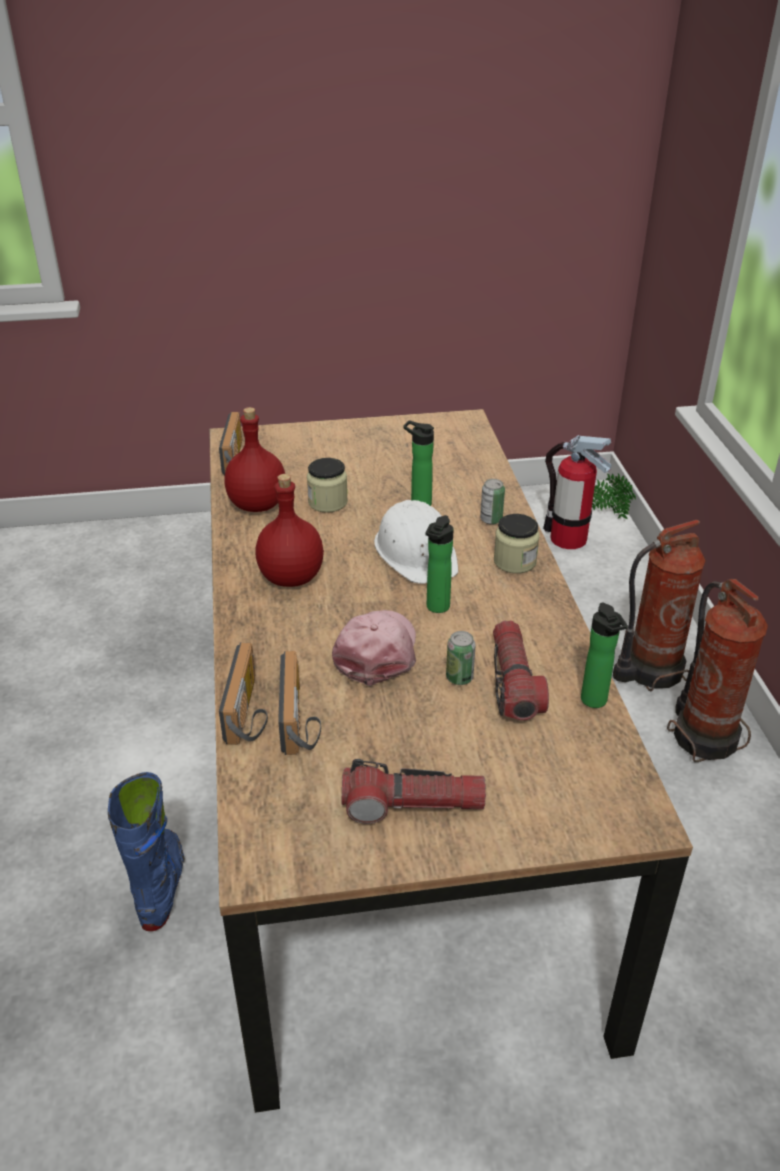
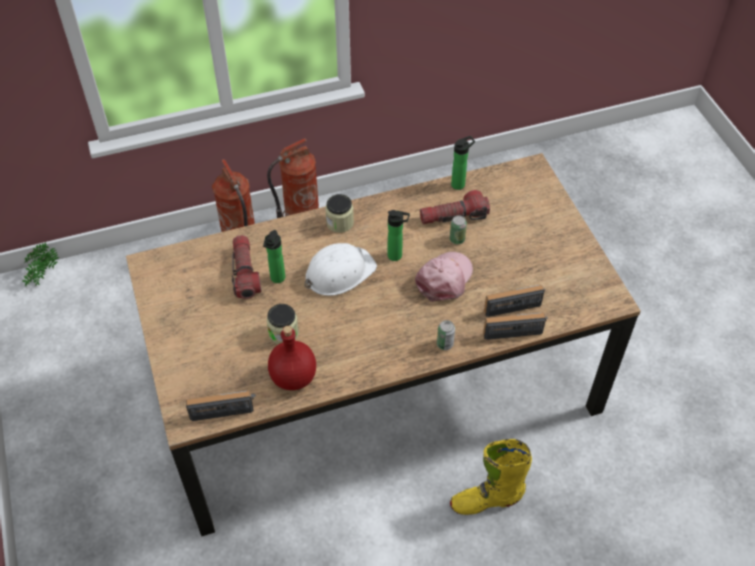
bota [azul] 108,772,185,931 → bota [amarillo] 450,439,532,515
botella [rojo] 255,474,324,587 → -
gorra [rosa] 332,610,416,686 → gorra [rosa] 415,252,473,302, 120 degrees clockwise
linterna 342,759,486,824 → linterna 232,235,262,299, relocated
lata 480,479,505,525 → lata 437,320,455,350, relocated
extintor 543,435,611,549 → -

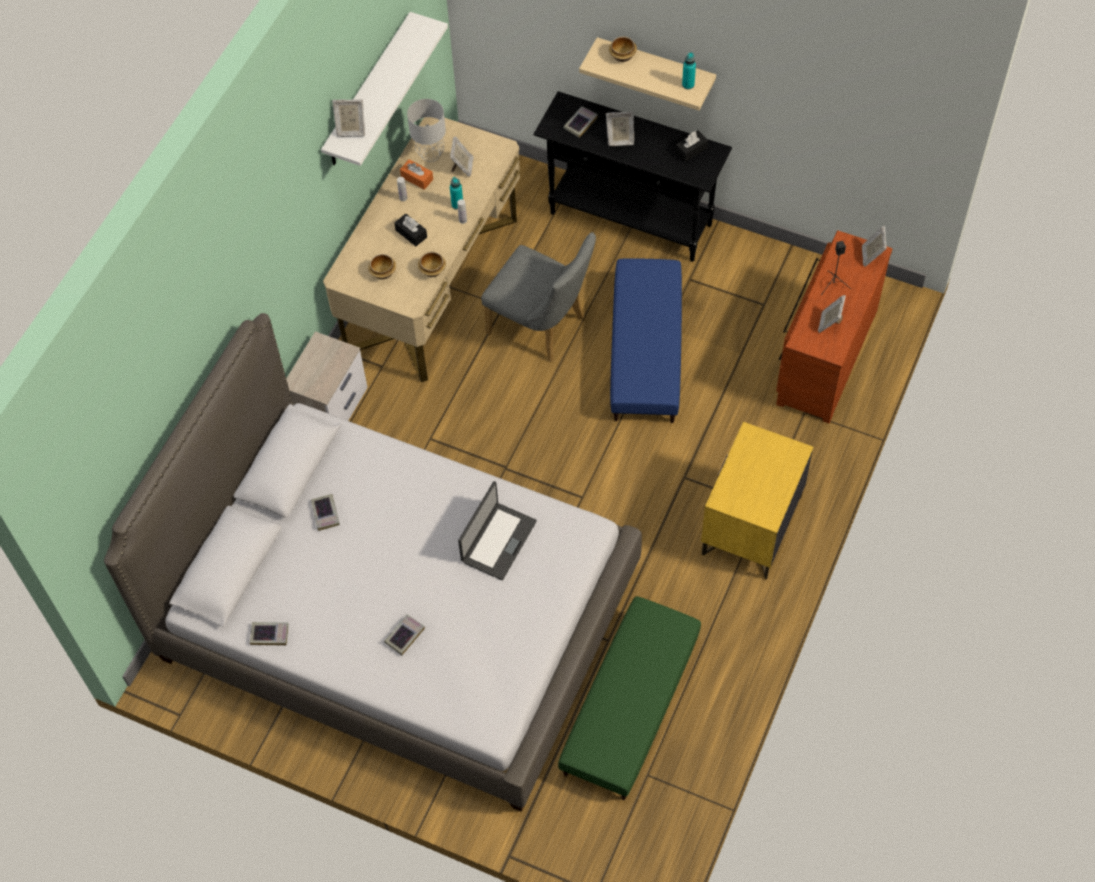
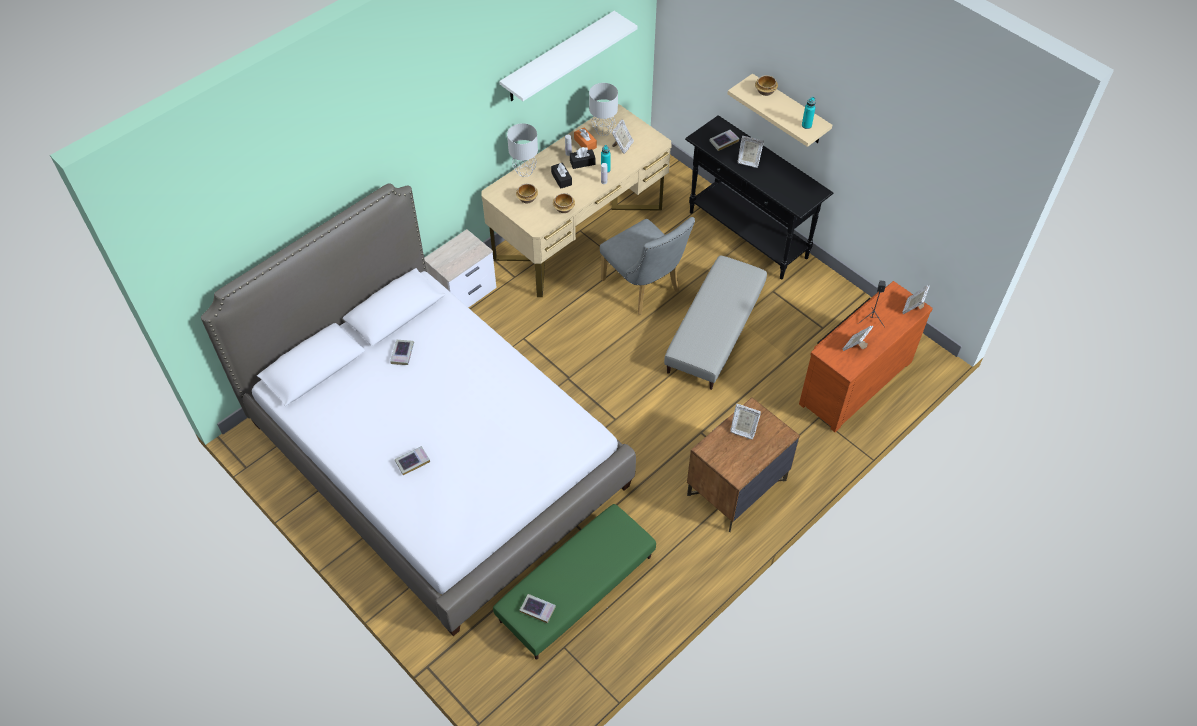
libro 250,622,289,645 → libro 519,594,556,624, relocated
portarretratos 332,99,365,137 → portarretratos 730,404,761,440, relocated
portátil 458,481,537,580 → -
puf [azul] 610,258,682,423 → puf [gris] 664,255,767,390
caja de pañuelos [negro] 675,131,708,162 → caja de pañuelos [negro] 570,147,595,169, relocated
mesita de noche [amarillo] 701,422,813,580 → mesita de noche [marrón] 687,397,800,532
- → lámpara de mesa [gris] 507,123,538,177

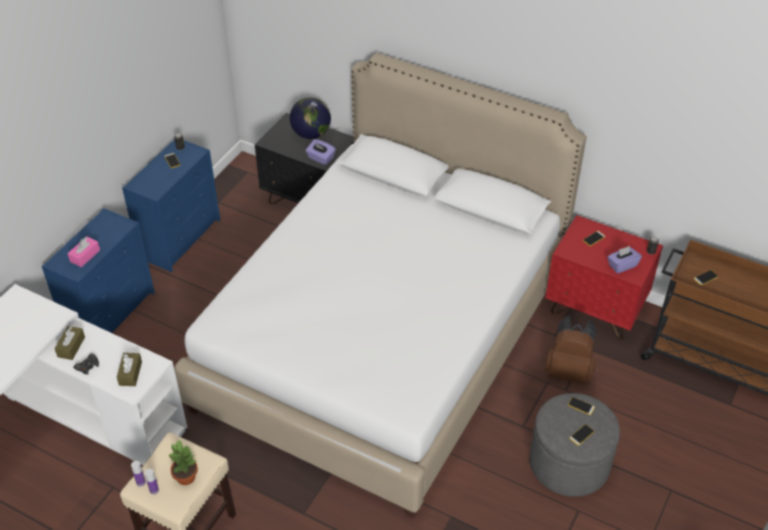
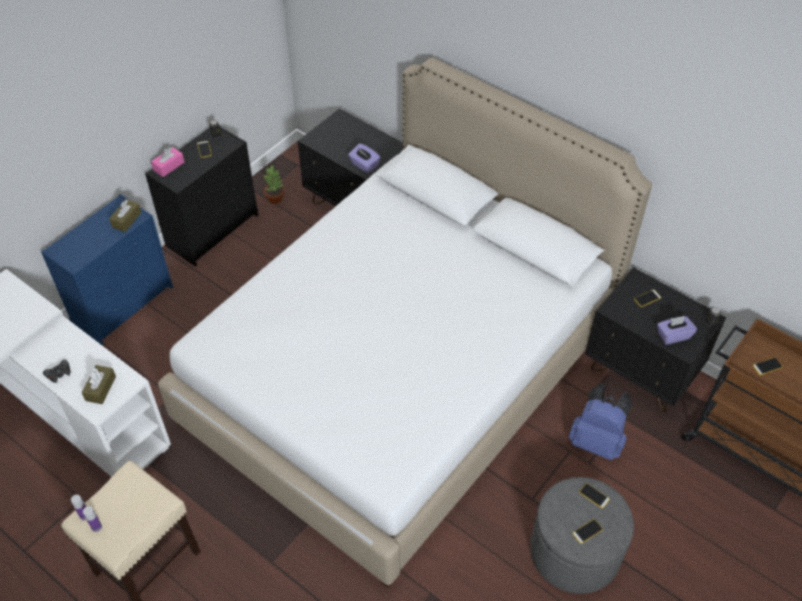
caja de pañuelos [marrón] 55,326,85,360 → caja de pañuelos [marrón] 109,199,141,232, relocated
caja de pañuelos [rosa] 68,236,100,267 → caja de pañuelos [rosa] 151,147,184,177, relocated
cómoda [azul] 122,139,221,272 → cómoda [negro] 145,126,258,267
planta en maceta 167,440,198,485 → planta en maceta 264,165,284,204, relocated
globo terráqueo 290,97,331,139 → -
mesita de noche [rojo] 545,215,663,339 → mesita de noche [negro] 585,267,726,412
mochila [marrón] 545,316,597,384 → mochila [azul] 569,383,632,460

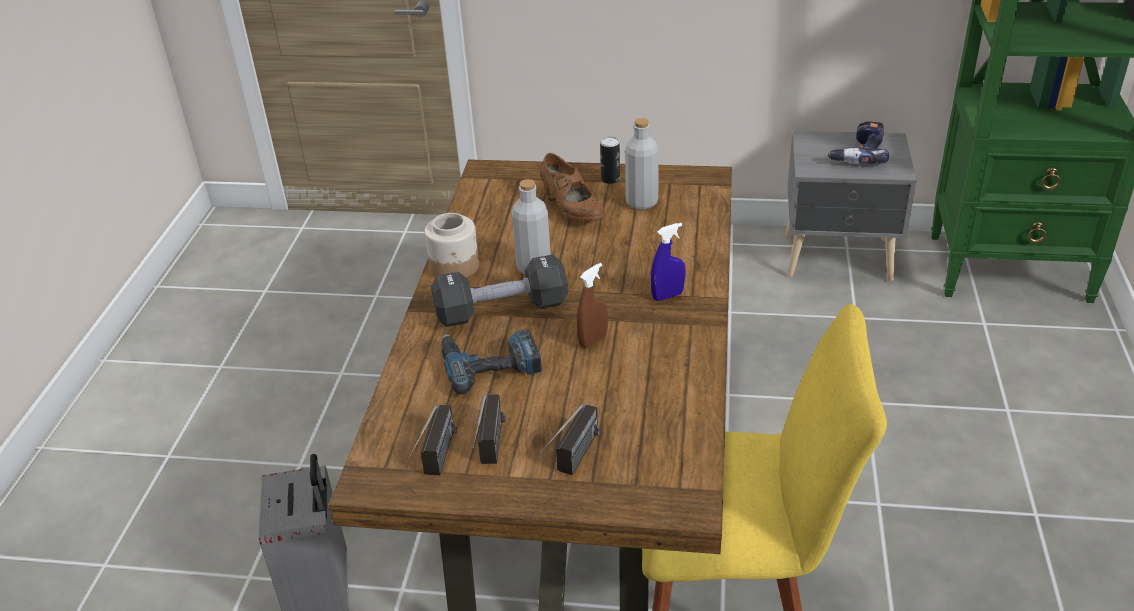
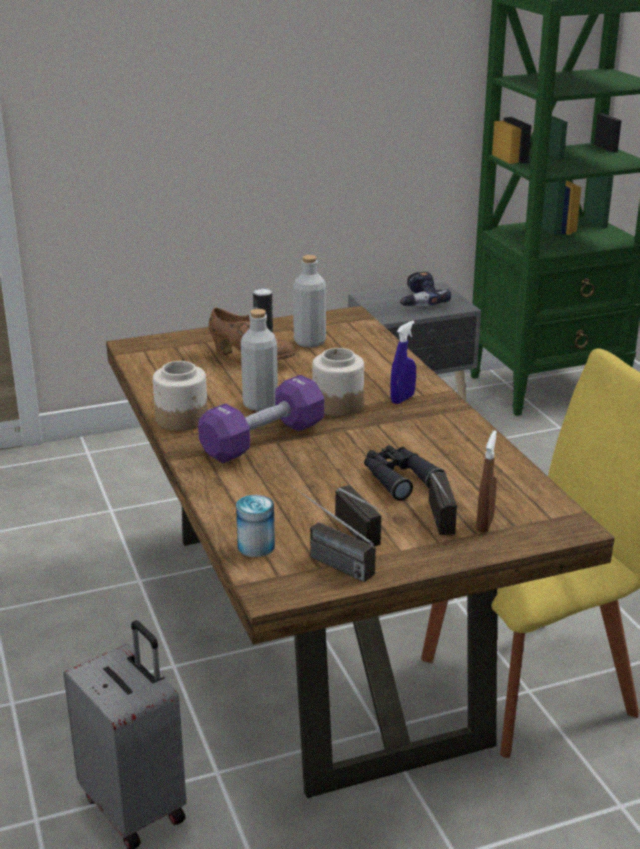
radio 408,405,457,475 → radio 291,485,376,582, 150 degrees clockwise
mancuerna [negro] 431,255,568,327 → mancuerna [morado] 198,375,324,463
taladro 441,329,542,394 → -
pulverizador [marrón] 576,263,608,348 → pulverizador [marrón] 476,430,497,533, relocated
- → lata 236,495,275,557
- → tarro 312,348,364,416
- → prismáticos [negro] 364,445,445,501

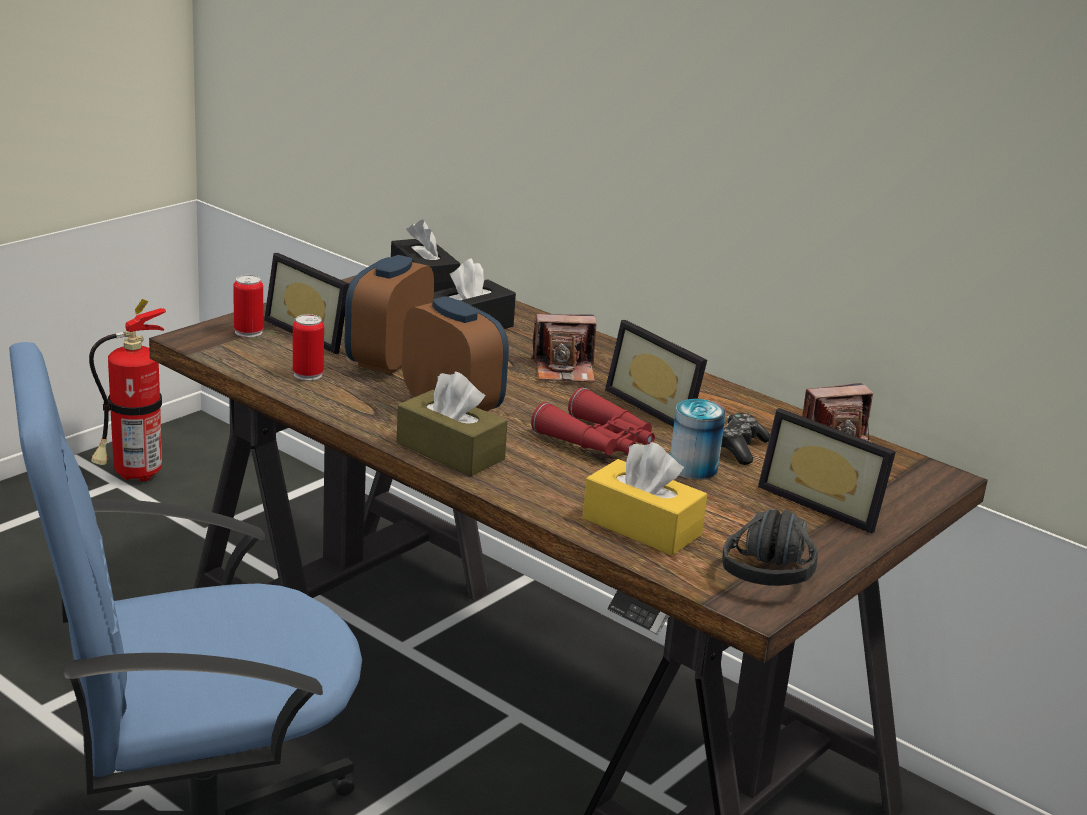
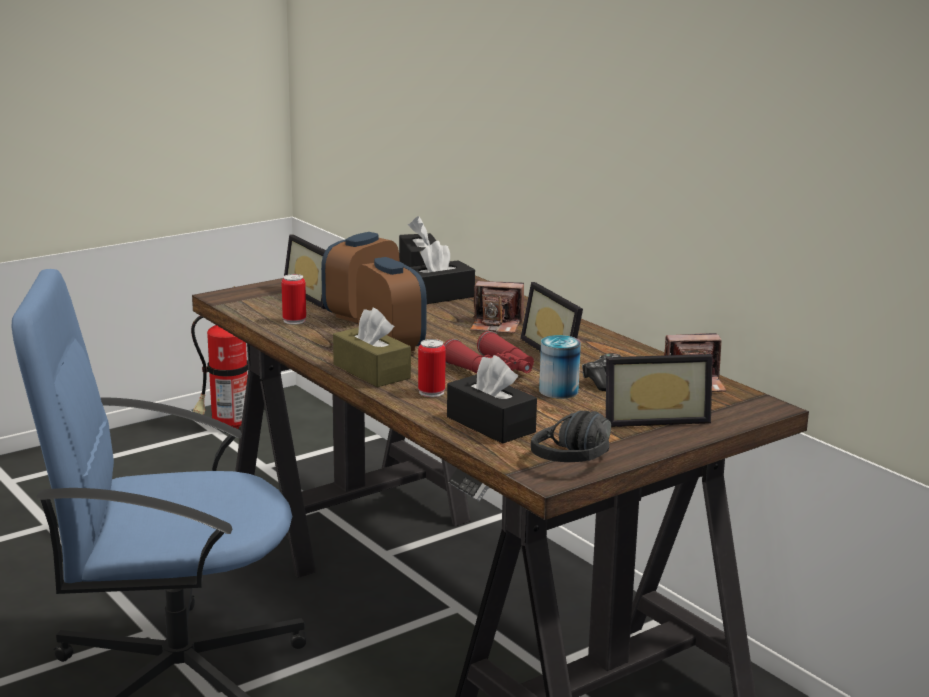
lata 233,275,263,338 → lata 418,339,446,397, relocated
caja de pañuelos [amarillo] 583,442,707,555 → caja de pañuelos [negro] 447,355,537,444
portarretratos 758,408,896,534 → portarretratos 606,354,713,427, 60 degrees counterclockwise

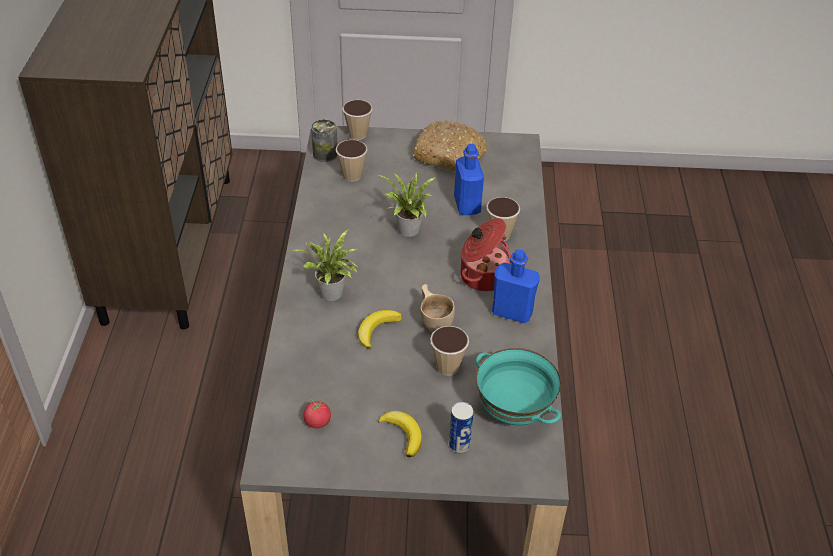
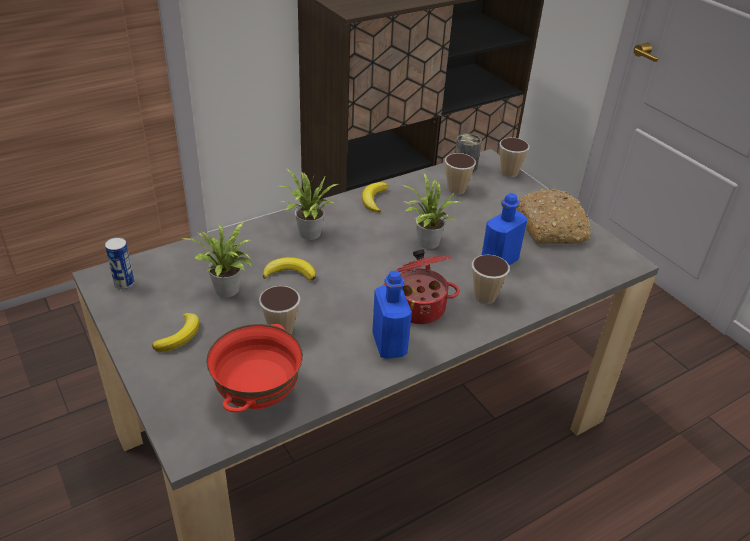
tomate 303,399,331,428 → -
taza [beis] 420,284,455,332 → -
lata 449,402,474,454 → lata 105,237,135,290, relocated
cuenco [turquesa] 476,348,561,425 → cuenco [rojo] 207,324,303,412
- → planta en maceta 183,221,252,297
- → plátano 362,182,389,213

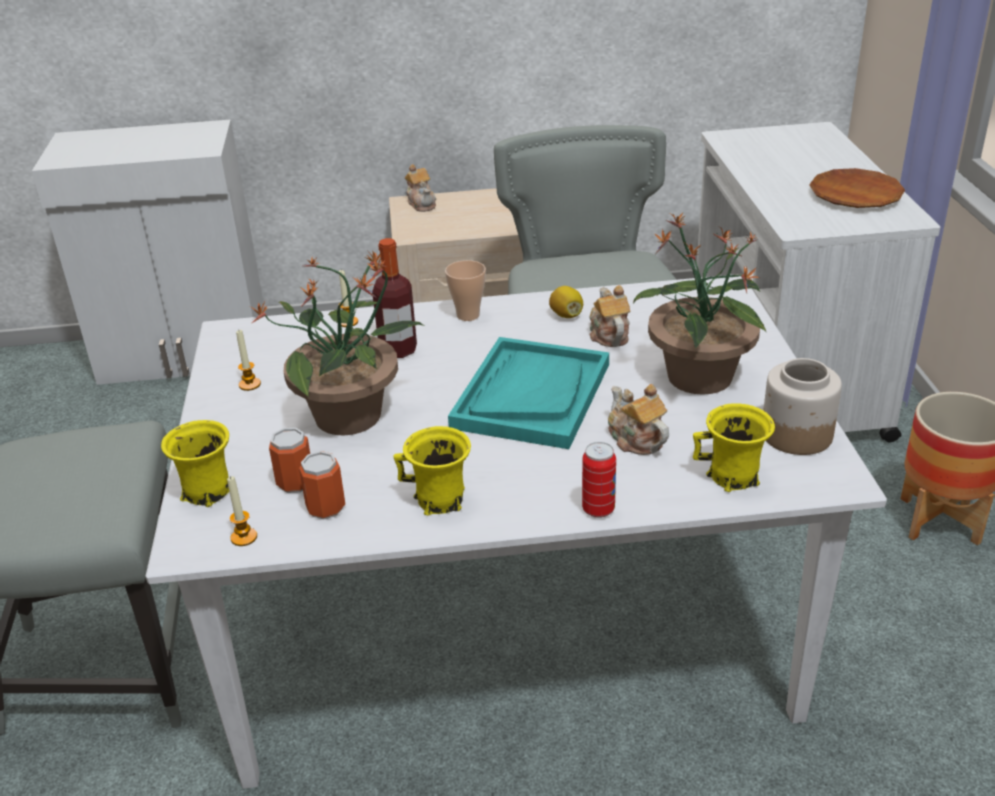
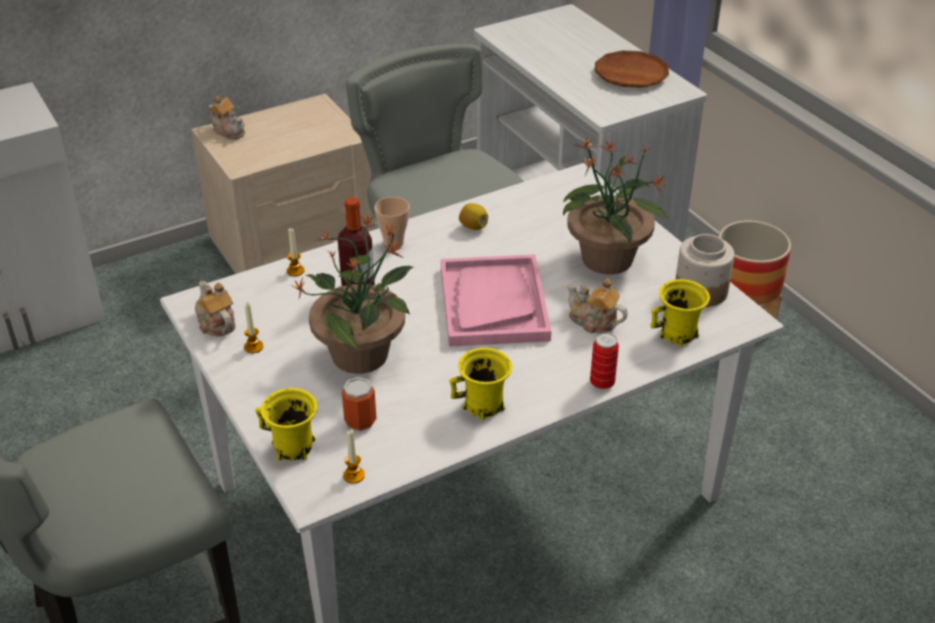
lata 299,451,345,519 → -
bandeja [turquesa] 448,337,609,449 → bandeja [rosa] 441,254,551,347
tetera 589,285,630,347 → tetera 195,280,236,336, relocated

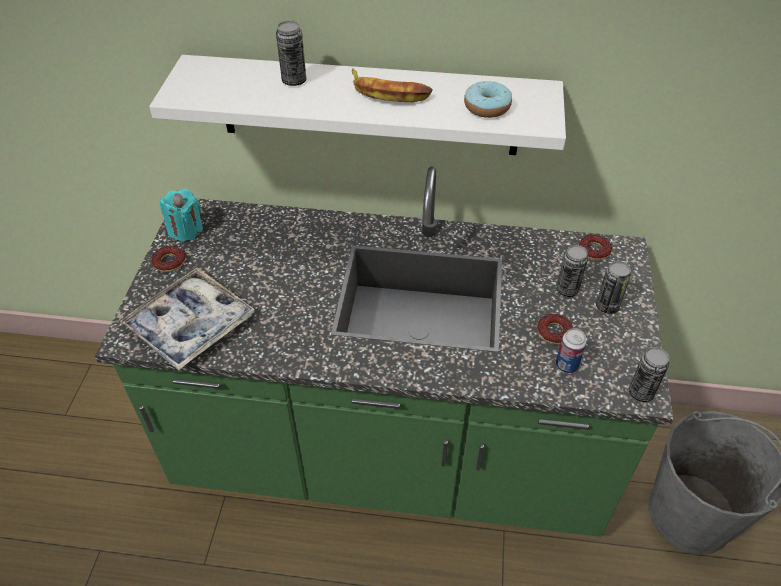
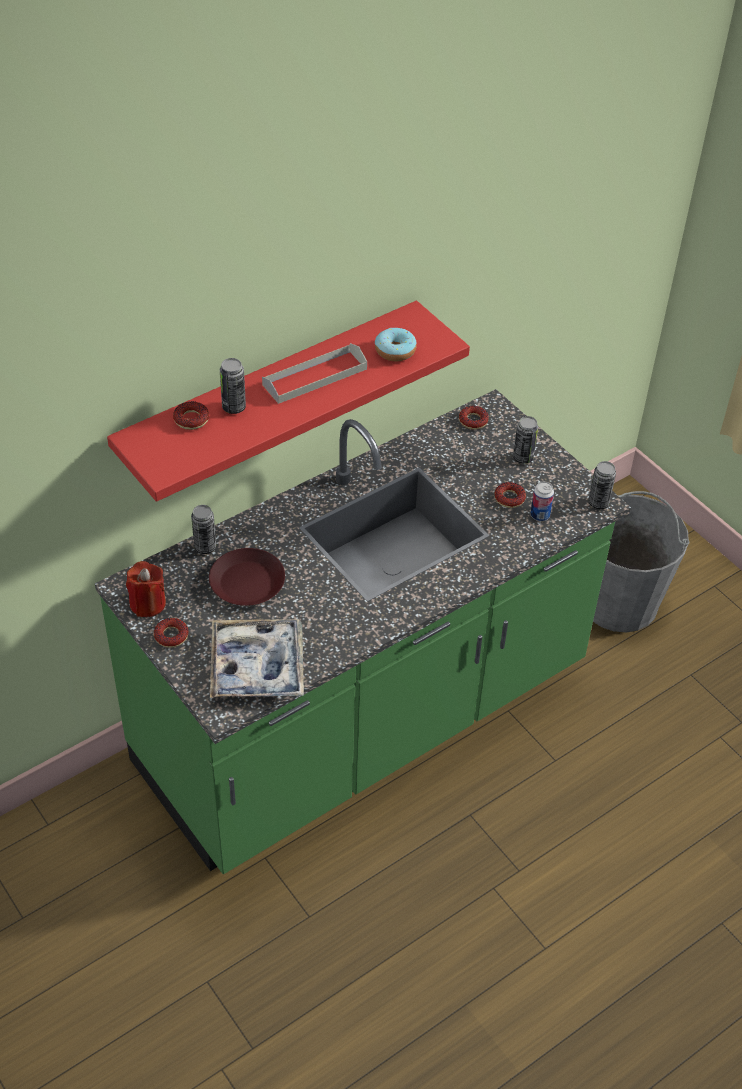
estante [blanco] 149,55,566,155 → estante [rojo] 107,300,470,502
vela [turquesa] 160,189,203,242 → vela [rojo] 126,561,166,617
plátano 352,68,433,102 → bandeja [gris] 262,343,367,404
lata 556,245,588,297 → lata 191,505,216,554, relocated
- → rosquilla 173,401,209,430
- → plato [marrón] 209,548,285,606

